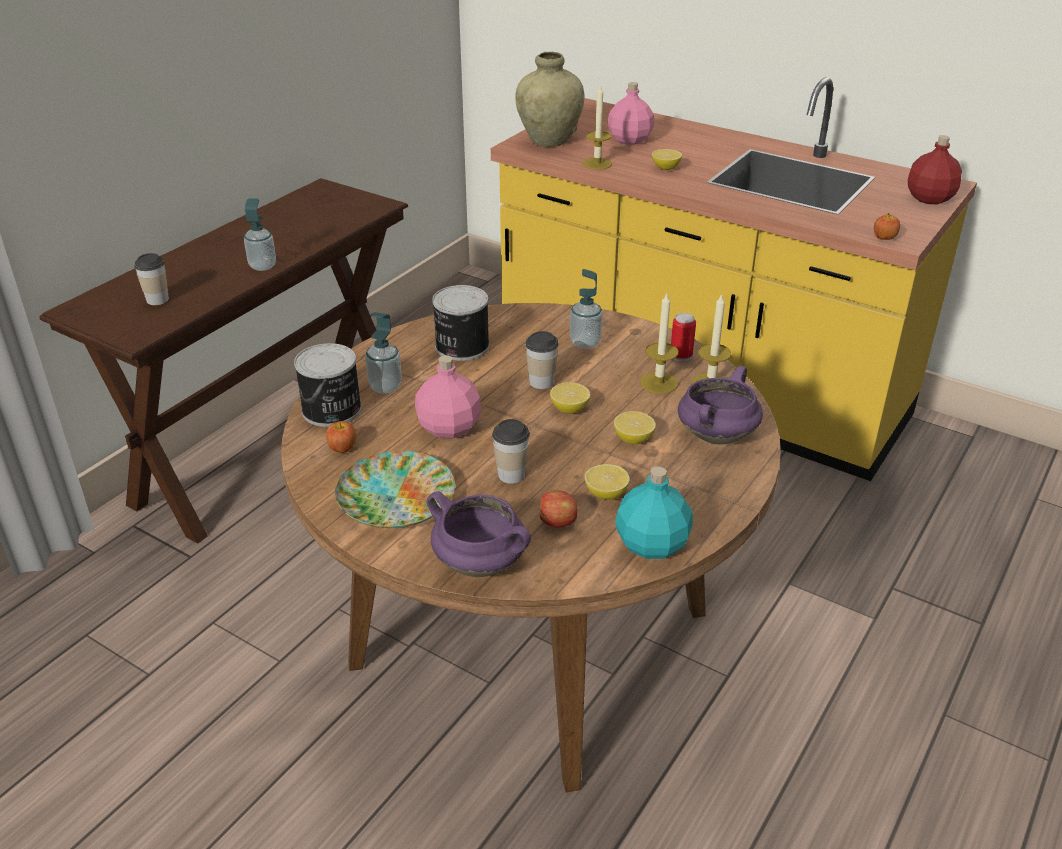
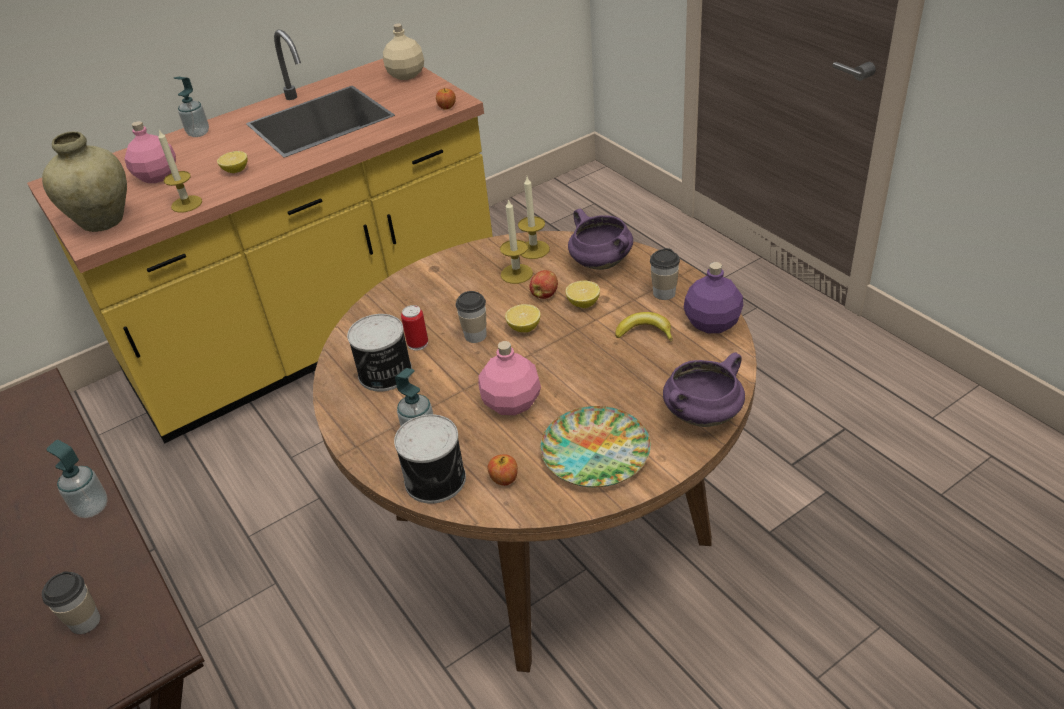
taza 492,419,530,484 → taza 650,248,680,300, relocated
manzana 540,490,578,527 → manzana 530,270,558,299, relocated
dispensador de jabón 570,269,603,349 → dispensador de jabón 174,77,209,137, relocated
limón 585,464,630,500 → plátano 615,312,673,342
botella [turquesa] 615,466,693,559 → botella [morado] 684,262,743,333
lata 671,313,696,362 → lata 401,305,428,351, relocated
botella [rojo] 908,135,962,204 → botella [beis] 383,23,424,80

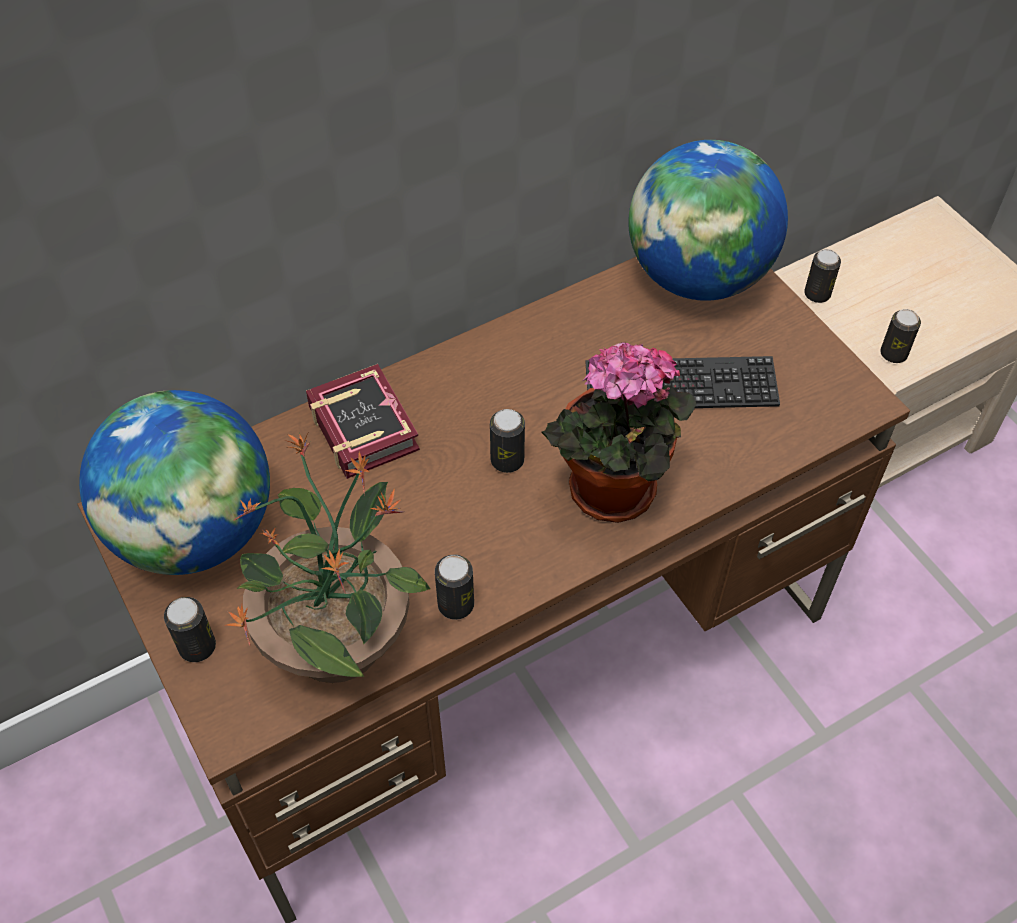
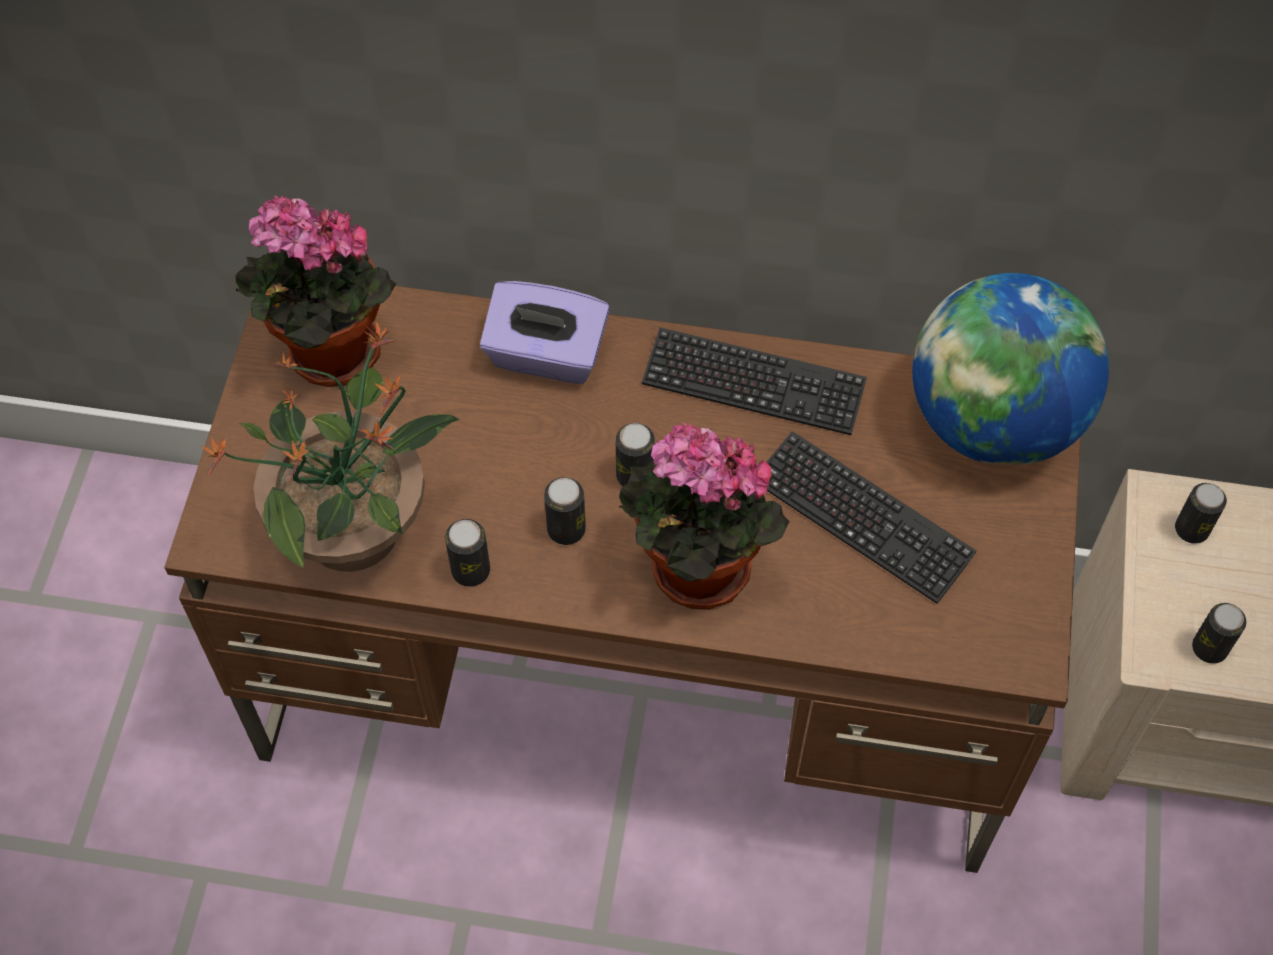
globo terráqueo 79,390,270,575 → planta en maceta 236,195,396,387
lata 164,597,216,662 → lata 544,477,586,545, relocated
libro 306,364,420,479 → caja de pañuelos [morado] 480,281,610,384
- → teclado 642,327,867,435

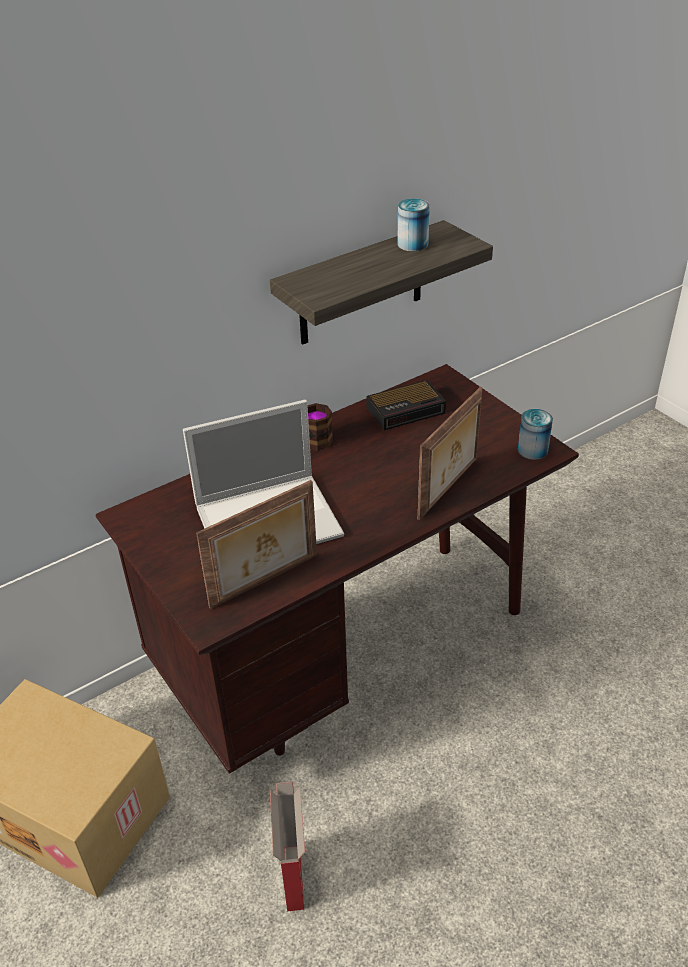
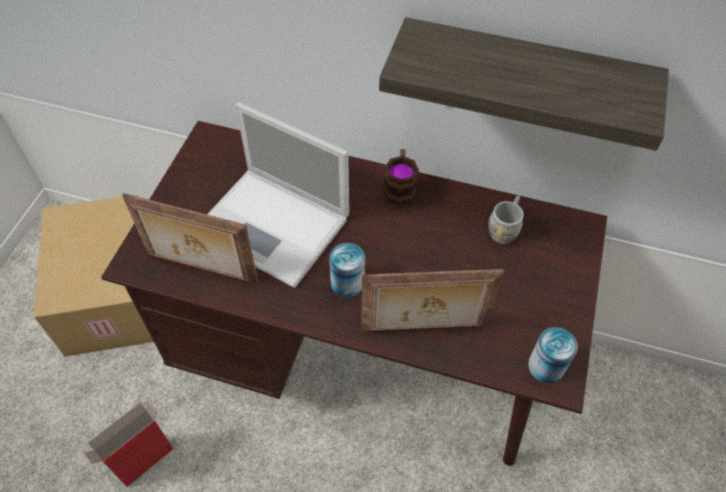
despertador 366,380,446,430 → taza grande [gris] 488,196,524,244
lata 397,198,430,251 → lata 329,243,365,297, relocated

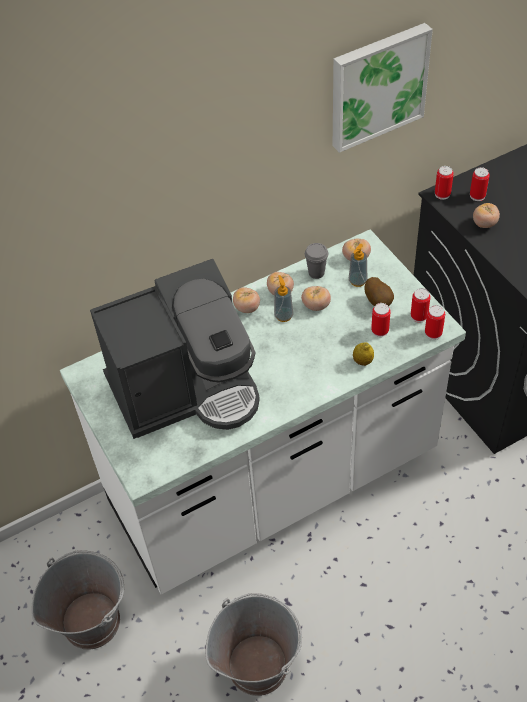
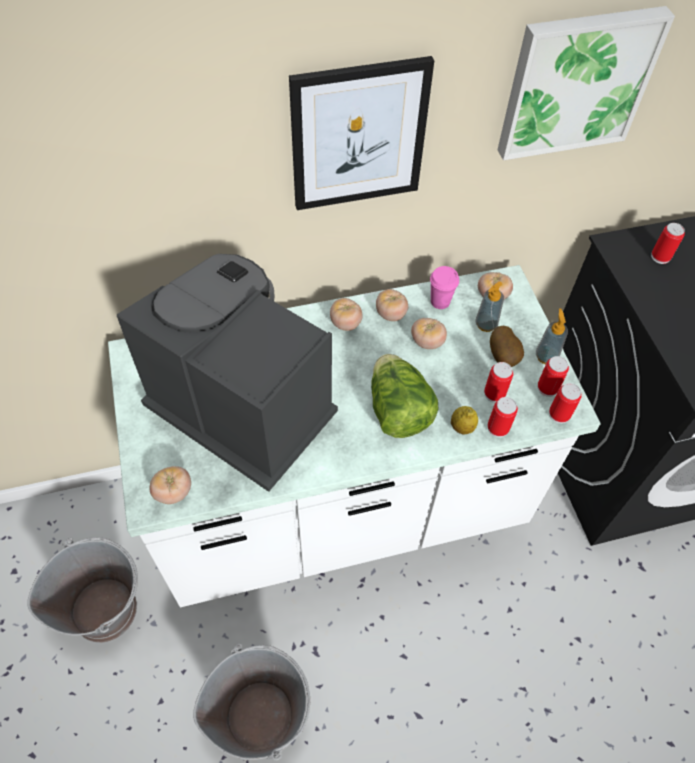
cafetera 90,259,260,439 → cafetera 117,254,338,492, 135 degrees counterclockwise
dispensador de jabón 274,275,293,322 → dispensador de jabón 536,309,568,364, relocated
taza [gris] 305,243,328,279 → taza [rosa] 430,266,459,309
lata 435,166,454,200 → lata 488,397,518,438, relocated
tomate 473,203,500,228 → tomate 150,466,191,504, relocated
- → cuadro 289,56,434,210
- → lechuga 371,354,438,438

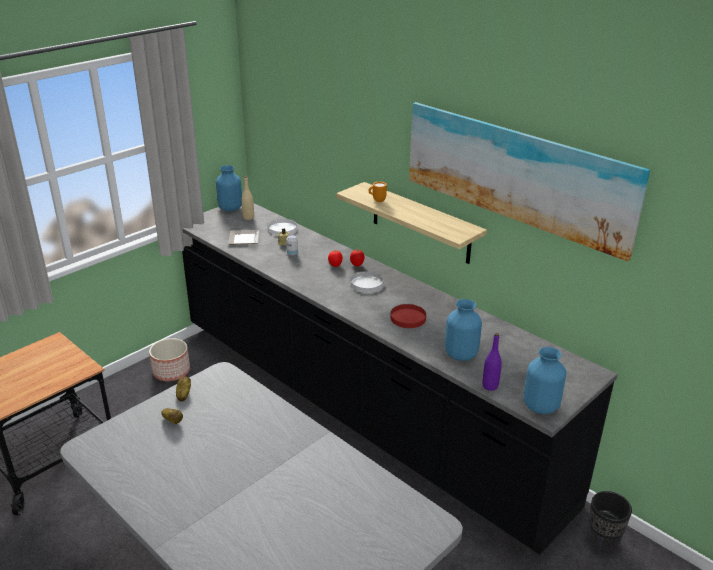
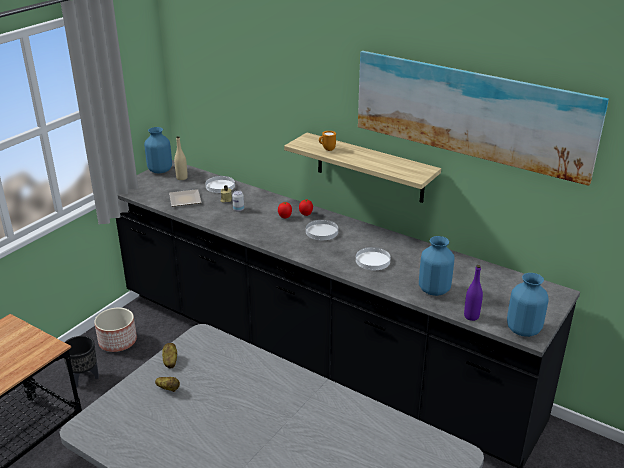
plato [rojo] 391,304,426,328 → plato [blanco] 356,247,391,270
maceta [negro] 589,491,632,553 → maceta [negro] 63,336,99,388, relocated

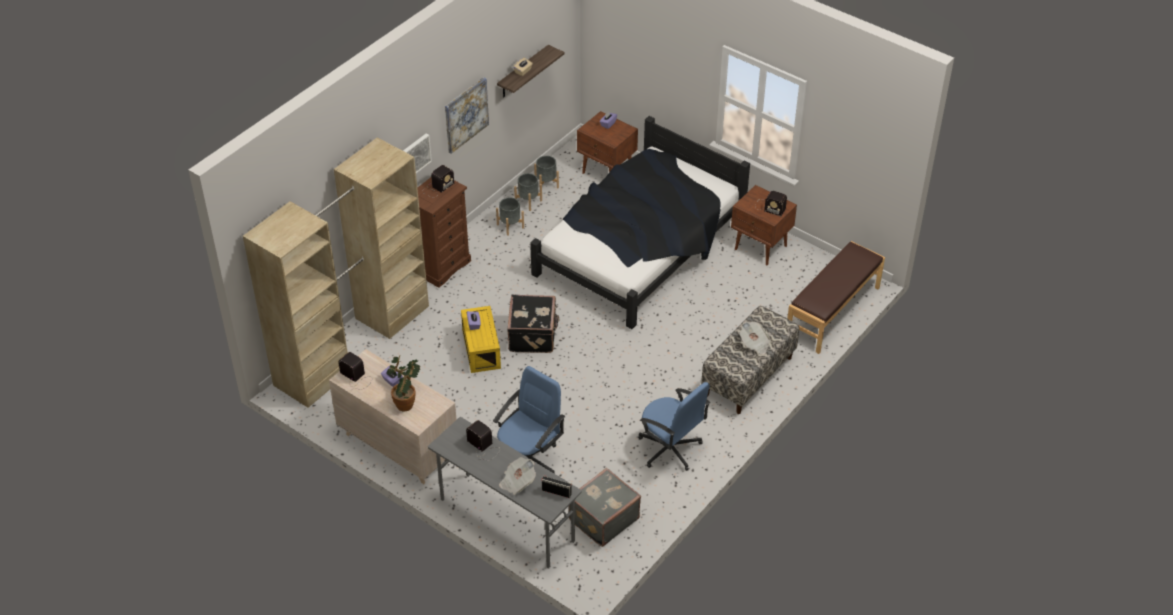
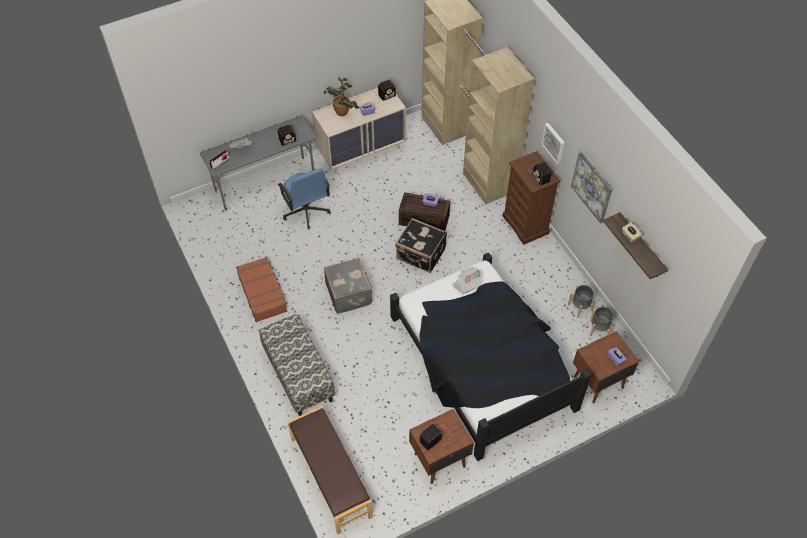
caja de almacenaje [amarillo] 461,306,501,373 → caja de almacenaje [marrón] 399,192,450,231
maceta [gris] 496,198,524,236 → -
maleta [gris] 569,468,641,547 → maleta [gris] 324,258,372,314, relocated
silla de oficina [azul] 638,382,710,471 → maleta [marrón] 236,257,288,322
periódico 740,321,771,355 → periódico 452,267,482,295, relocated

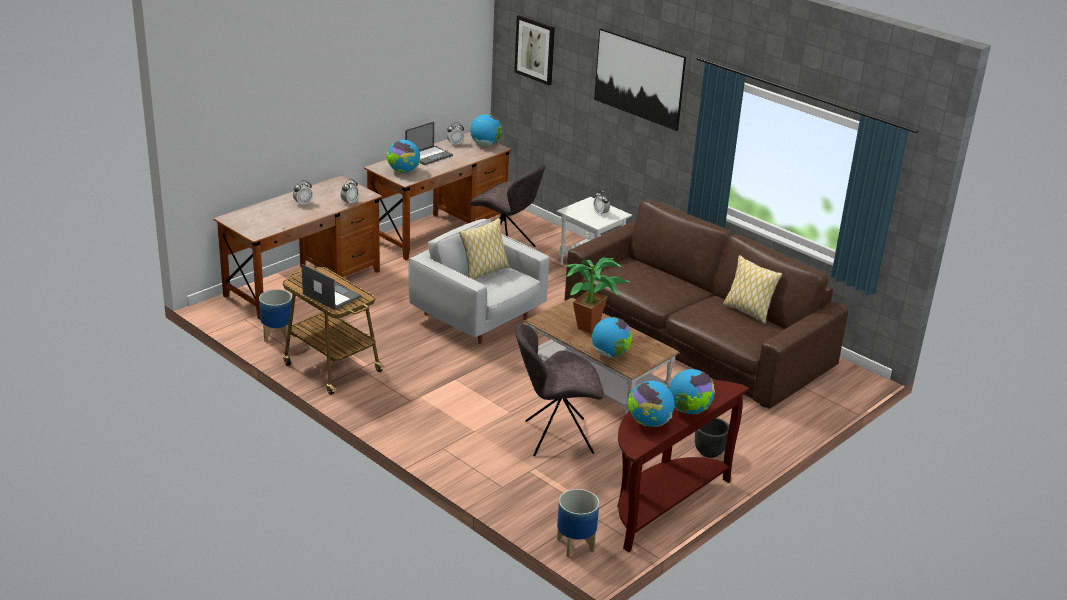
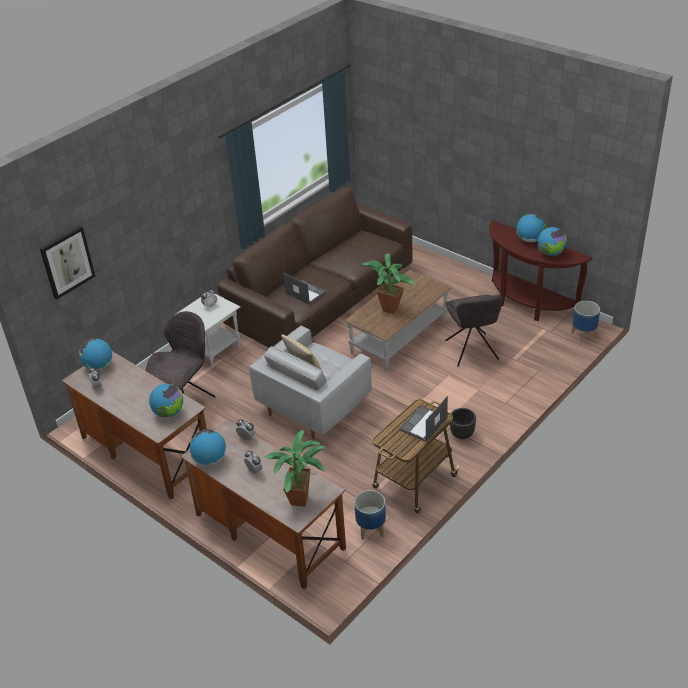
portátil 405,122,453,165 → portátil 283,273,327,305, relocated
globo terráqueo 592,317,632,358 → globo terráqueo 190,429,226,466, relocated
cuadro 594,29,686,131 → -
maceta [negro] 695,418,729,458 → maceta [negro] 450,408,476,439, relocated
cojín 723,255,782,324 → -
- → planta en maceta 264,430,325,507

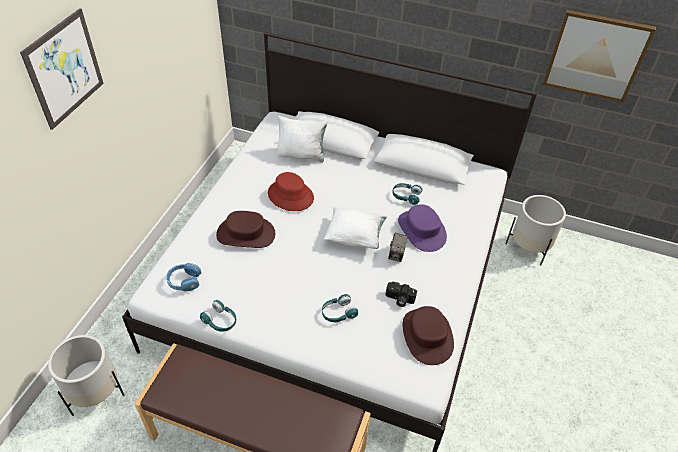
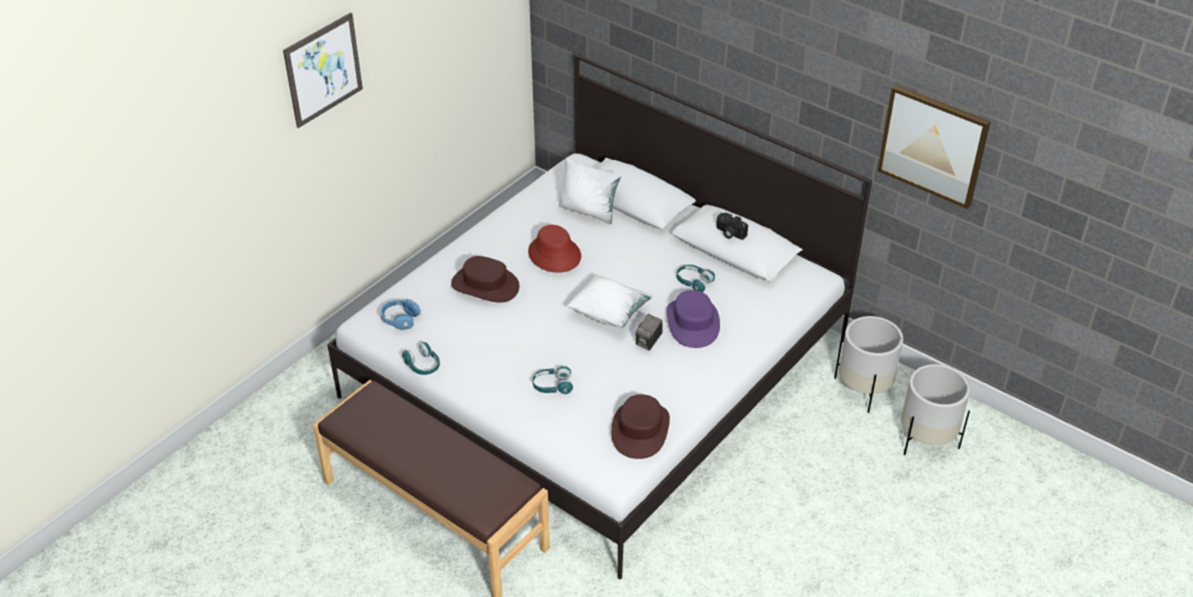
maceta [blanco] 48,335,124,416 → maceta [blanco] 901,364,970,455, relocated
cámara 386,282,417,307 → cámara 716,213,748,239, relocated

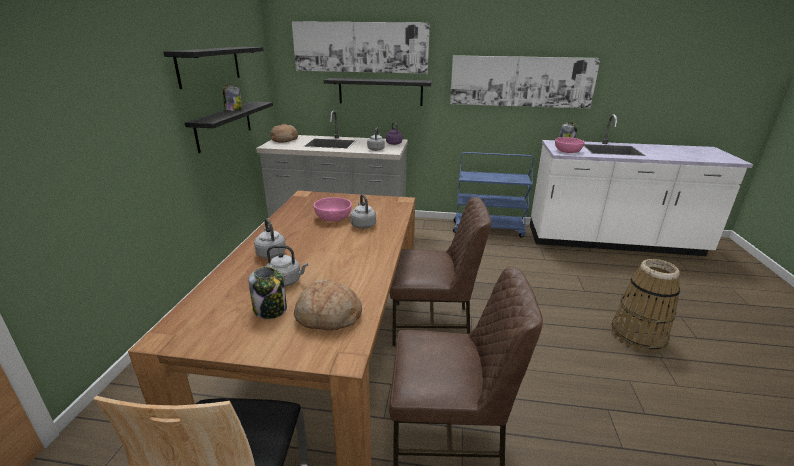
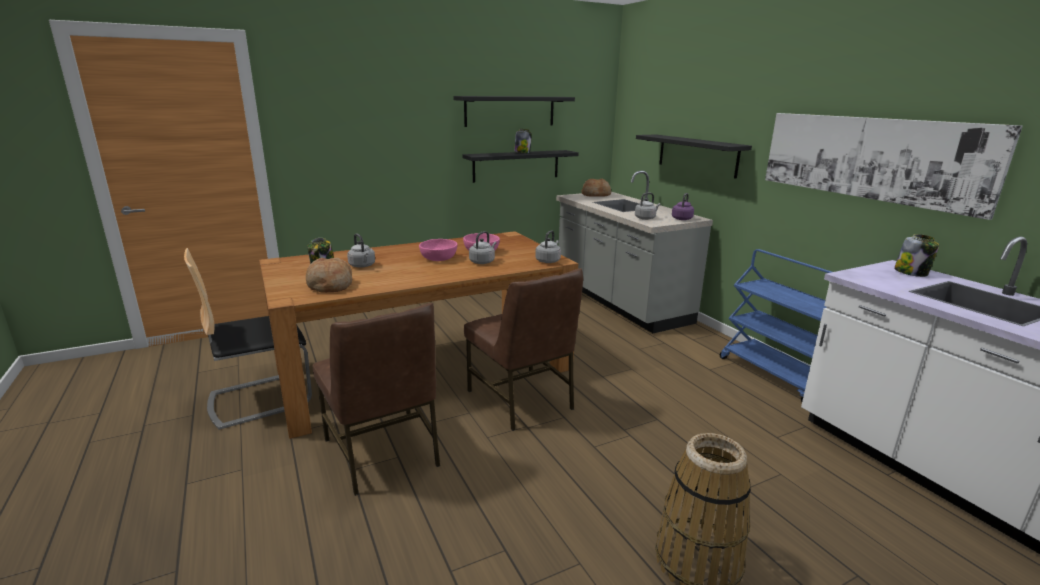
hervidor [gris] 254,219,286,258 → hervidor [gris] 535,230,561,263, relocated
cuadro 292,21,430,74 → -
cuenco [rosa] 555,137,585,153 → cuenco [rosa] 419,239,457,261, relocated

